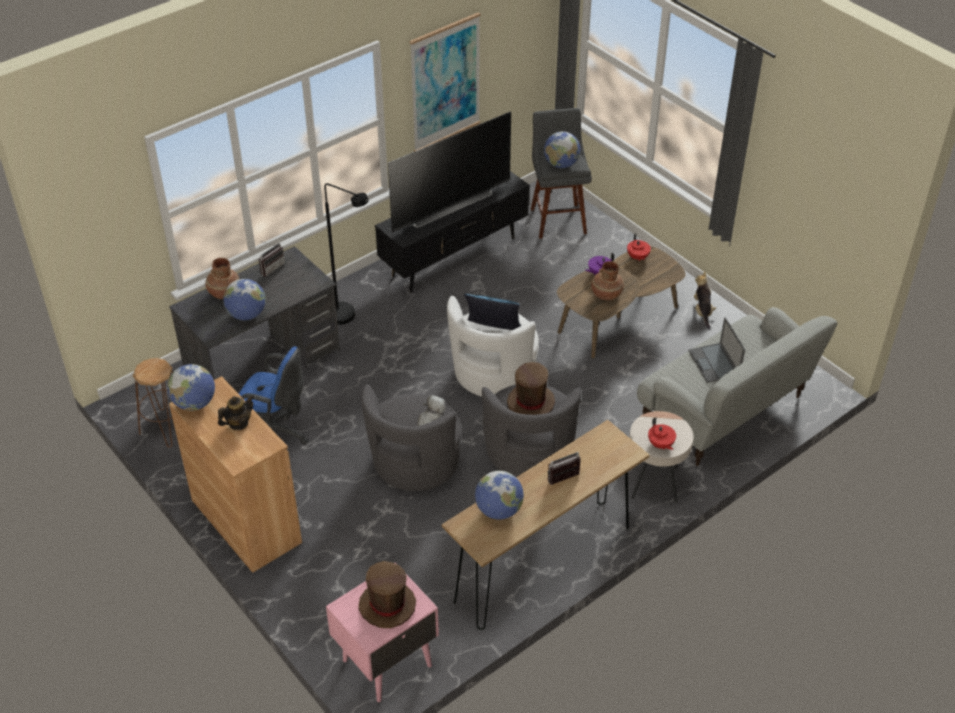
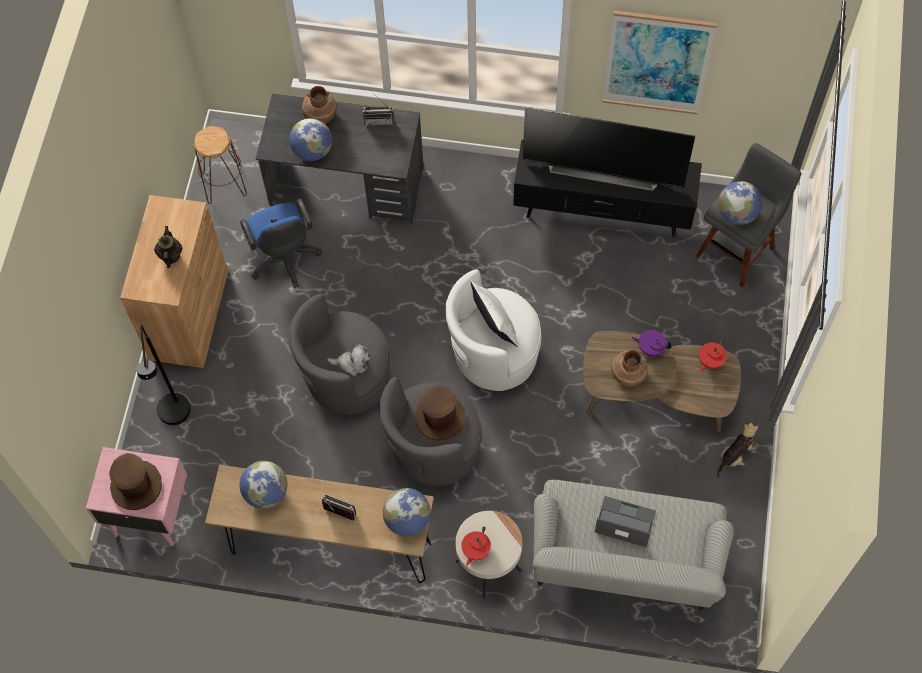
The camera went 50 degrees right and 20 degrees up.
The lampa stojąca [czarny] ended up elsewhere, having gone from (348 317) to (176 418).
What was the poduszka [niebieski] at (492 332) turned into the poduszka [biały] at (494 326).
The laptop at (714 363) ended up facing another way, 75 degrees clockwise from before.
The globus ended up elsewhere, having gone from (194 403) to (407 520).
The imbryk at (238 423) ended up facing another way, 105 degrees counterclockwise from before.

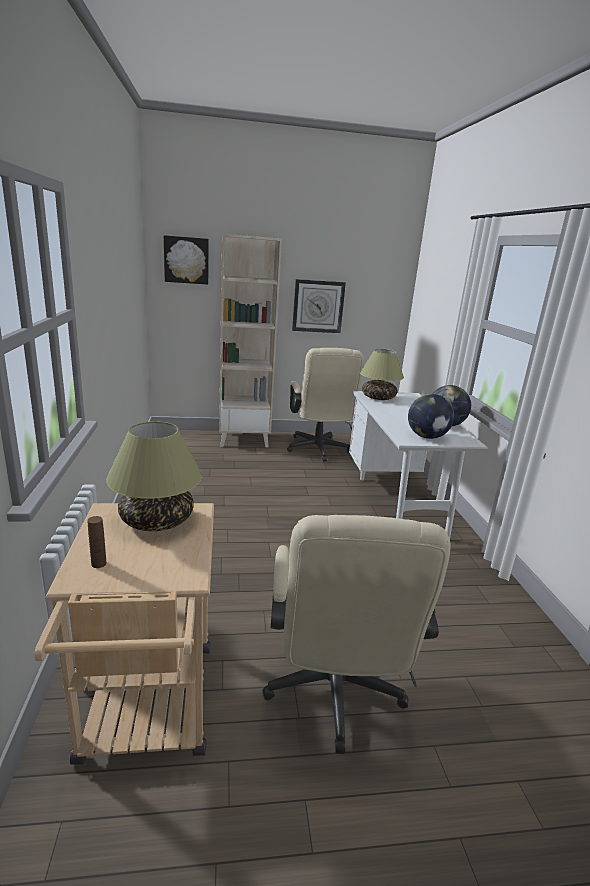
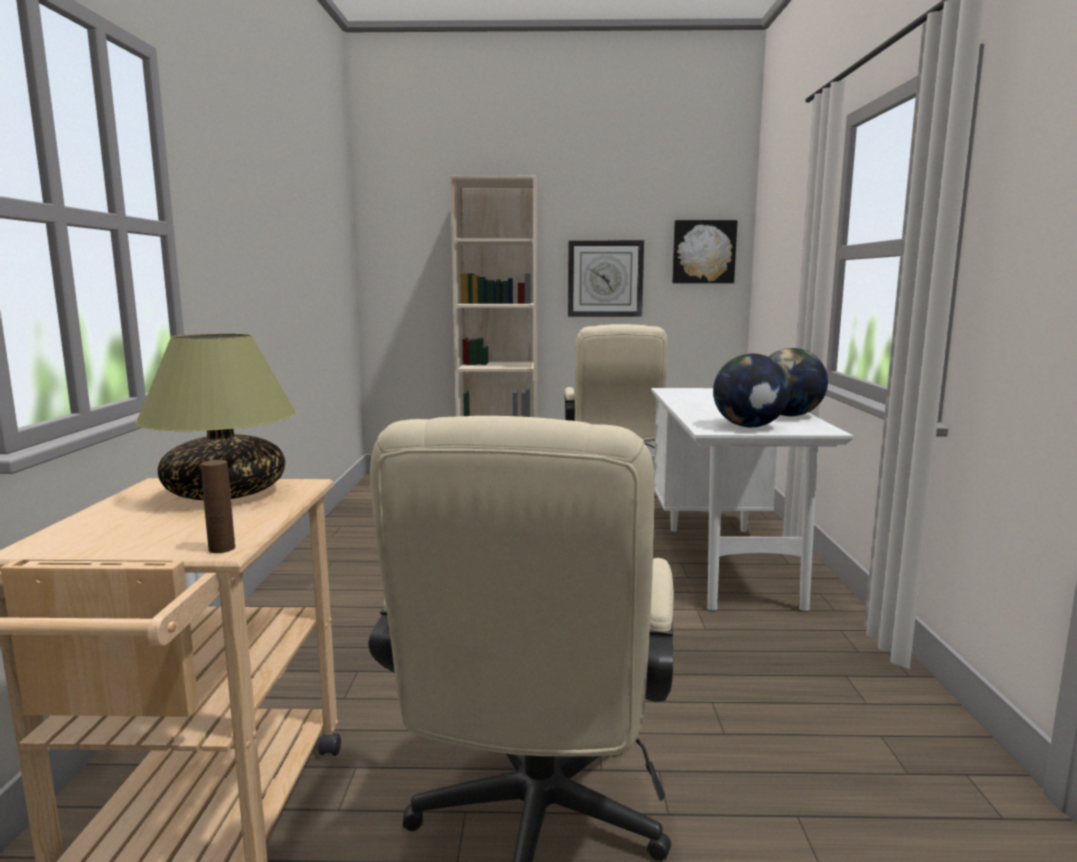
The camera went 10 degrees right and 10 degrees down.
The obraz ended up elsewhere, having gone from (186 260) to (703 252).
The second view lost the lampa stołowa at (378 398).
The butelka [brązowy] ended up elsewhere, having gone from (99 563) to (222 548).

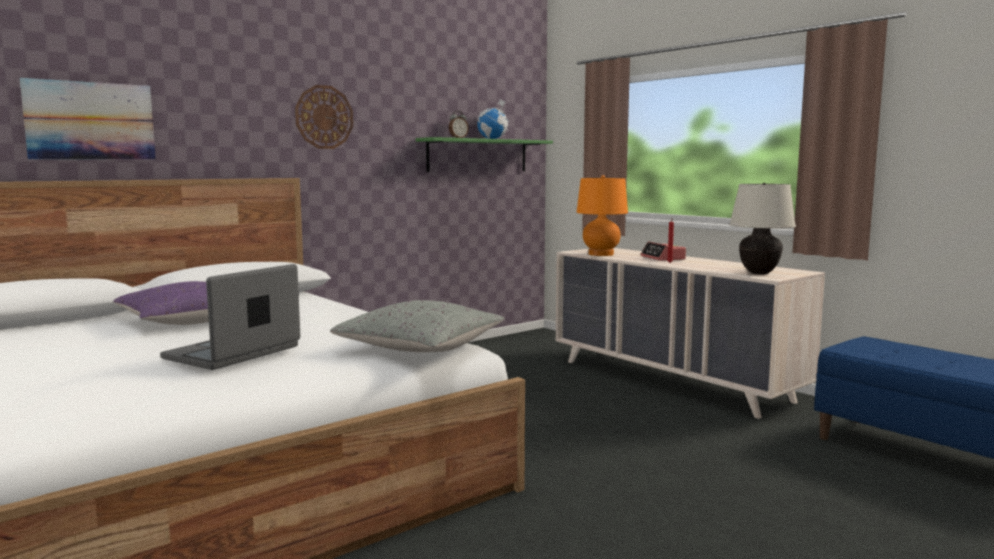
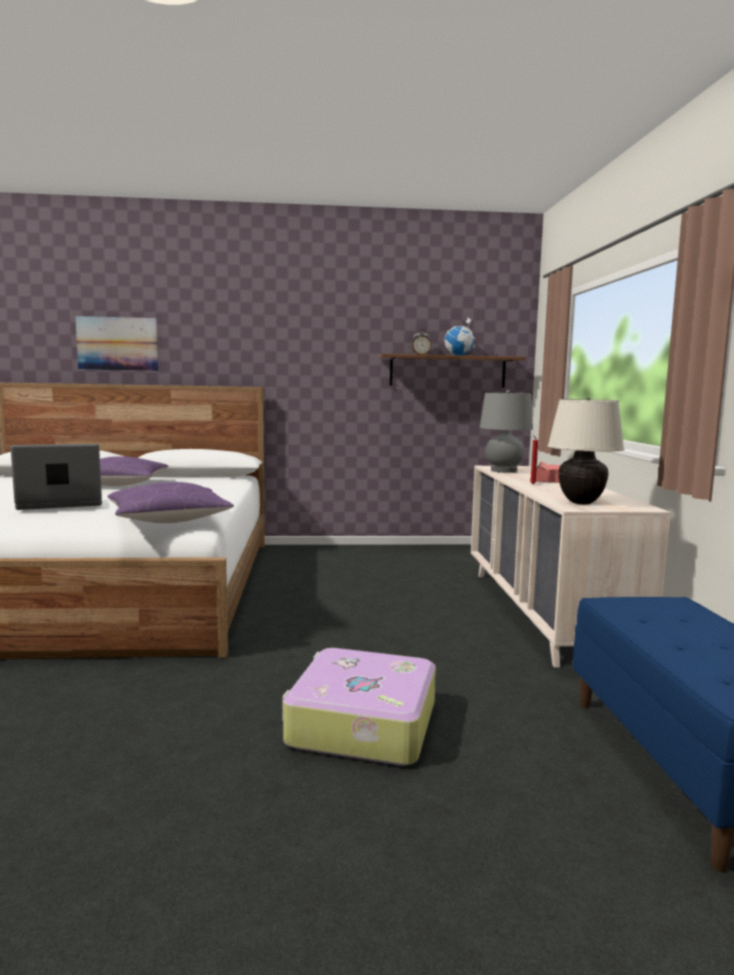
The camera went 35 degrees right and 0 degrees up.
The second view lost the zegar ścienny at (324 117).
What was the półka [zielony] at (478 155) turned into the półka [brązowy] at (447 371).
What was the lampa stołowa [pomarańczowy] at (601 254) turned into the lampa stołowa [szary] at (503 471).
What was the poduszka [szary] at (420 347) turned into the poduszka [fioletowy] at (169 519).
The second view gained the walizka at (360 724).

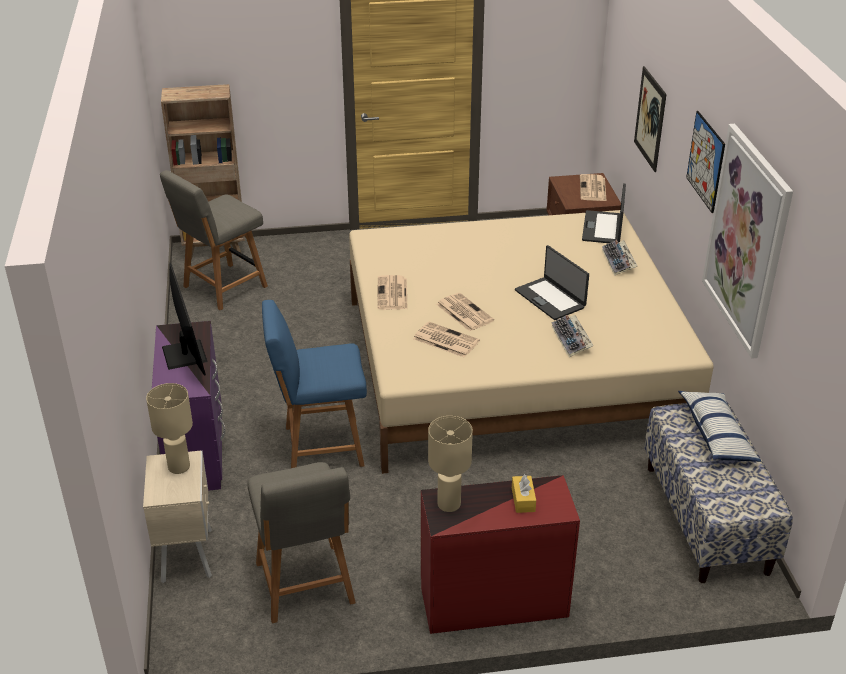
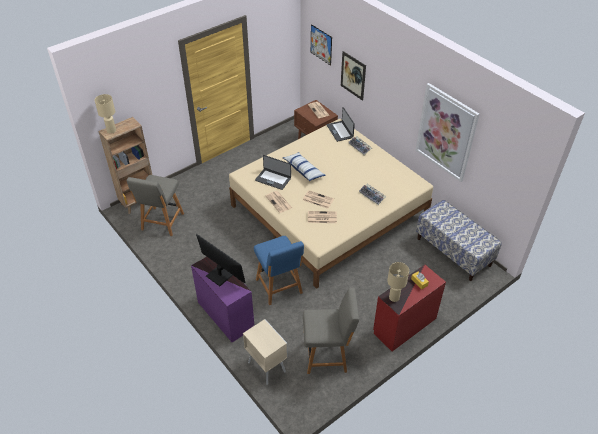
The camera went 30 degrees left and 10 degrees up.
The obraz ended up elsewhere, having gone from (705 161) to (321 44).
The laptop ended up elsewhere, having gone from (550 298) to (273 179).
The krzesło [niebieski] at (320 446) ended up facing another way, 75 degrees counterclockwise from before.
The lampa stołowa [beżowy] ended up elsewhere, having gone from (178 466) to (111 130).
The poduszka ended up elsewhere, having gone from (716 435) to (303 170).
The krzesło [szary] at (305 586) ended up facing another way, 45 degrees counterclockwise from before.

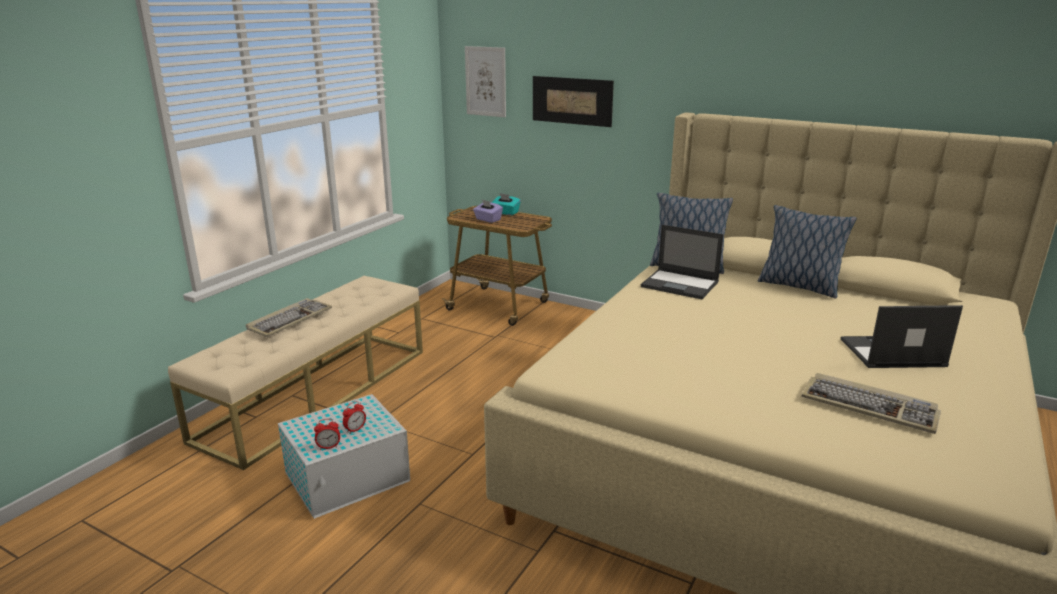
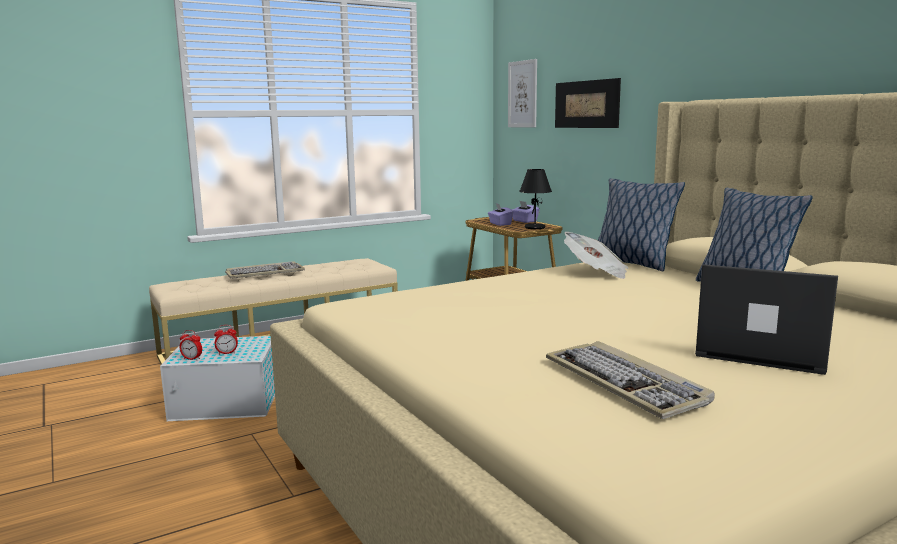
The camera went 30 degrees right and 10 degrees down.
What was the pudełko chusteczek [turkusowy] at (505 213) turned into the pudełko chusteczek [fioletowy] at (524 221).
Where the laptop stood at (680 284), the gazeta came to stand at (596 273).
The second view gained the lampa stołowa [czarny] at (534 227).

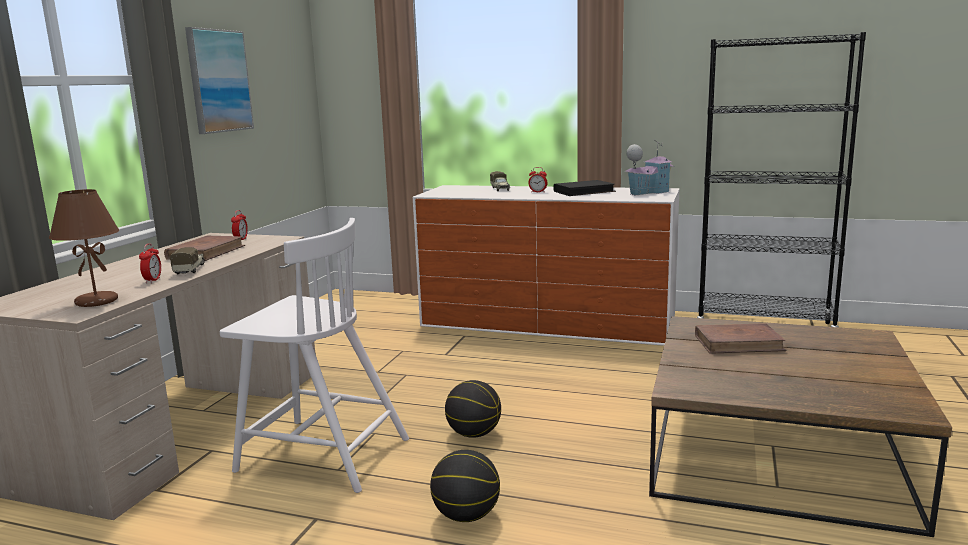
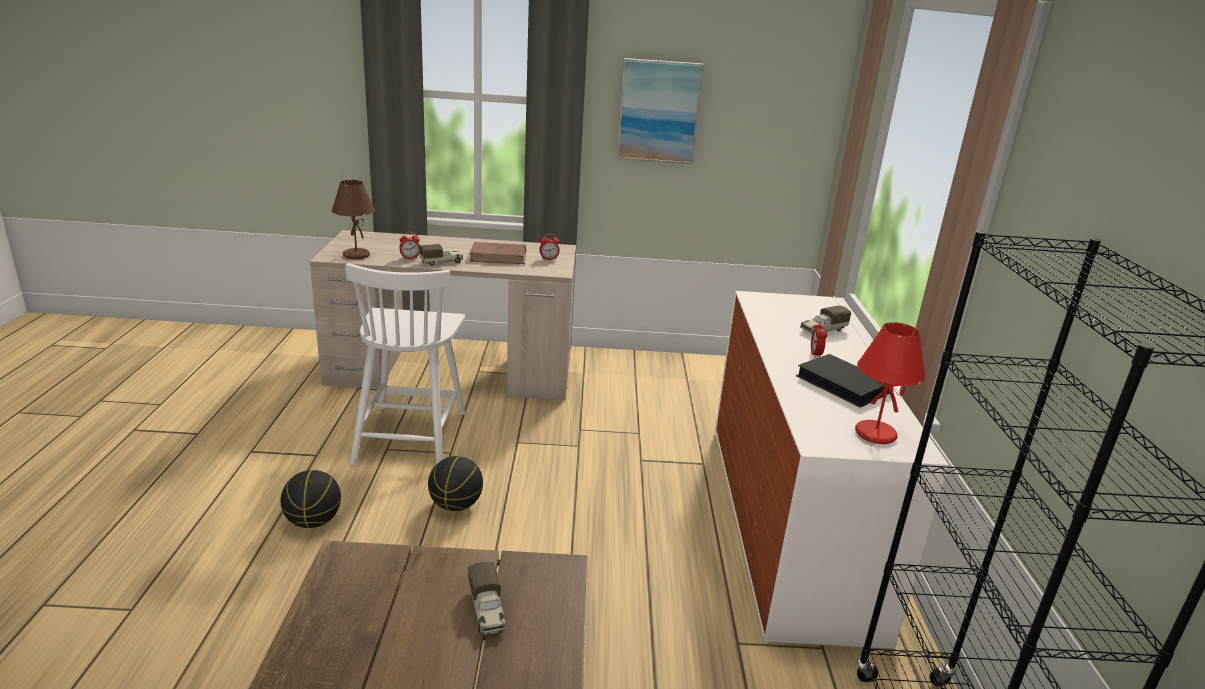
The camera went 70 degrees right and 10 degrees up.
Where the domek stood at (648 192), the lampa stołowa [czerwony] came to stand at (874 434).
Where the książka [brązowy] stood at (738 343), the ciężarówka zabawkowa came to stand at (487 611).

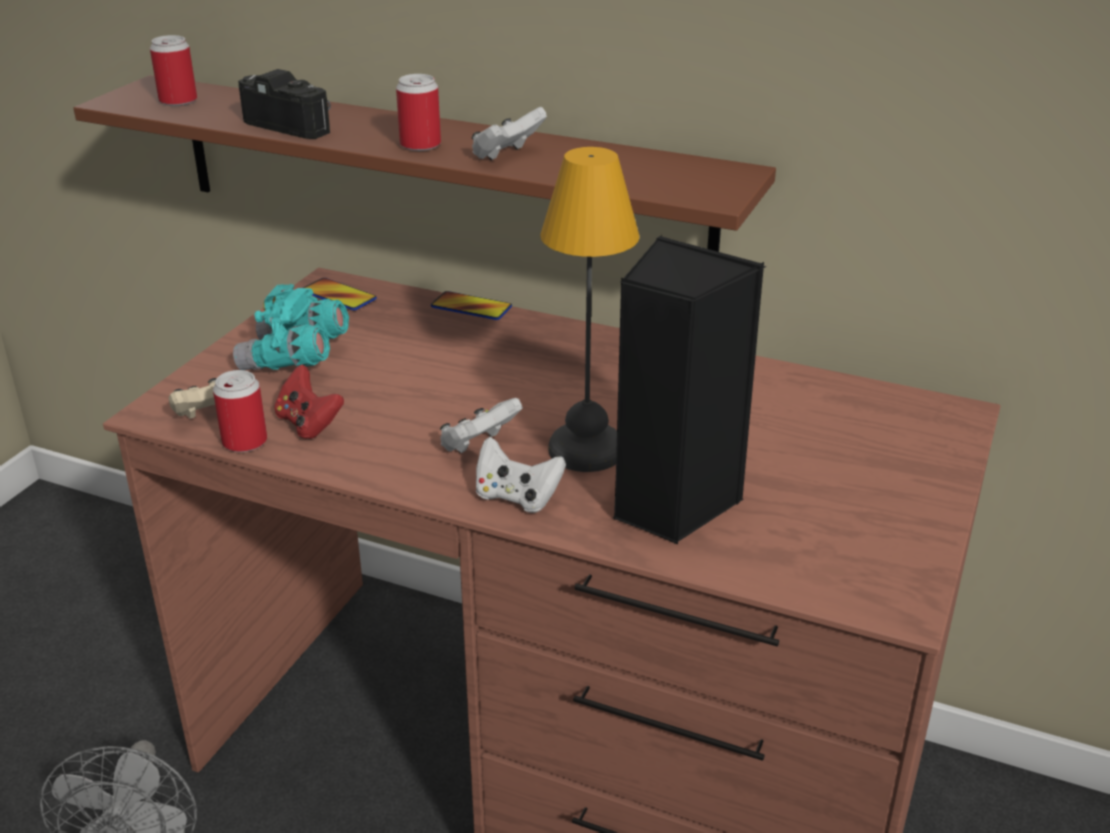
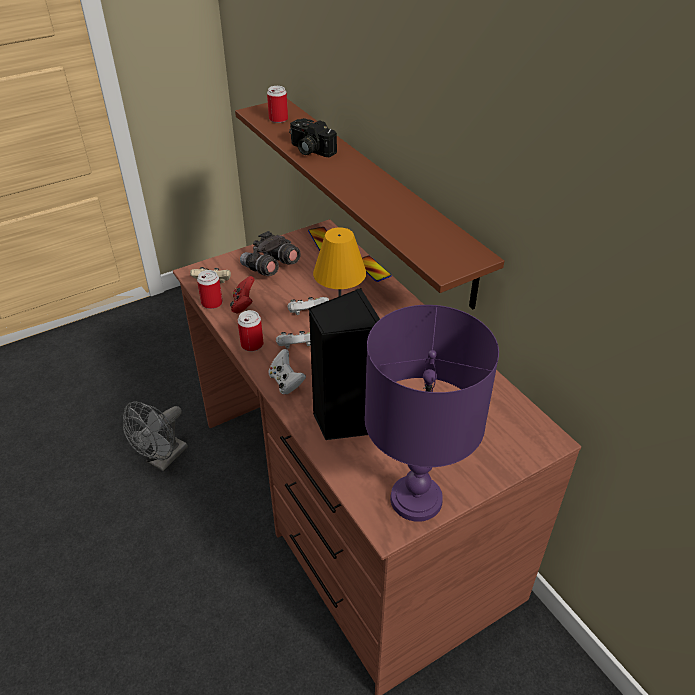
The camera went 35 degrees right and 10 degrees up.
The aparat fotograficzny at (294 123) ended up facing another way, 150 degrees clockwise from before.
The puszka ended up elsewhere, having gone from (420 145) to (252 344).
The pad do gier [biały] ended up elsewhere, having gone from (507 155) to (307 314).
What was the lornetka [turkusowy] at (295 360) turned into the lornetka [szary] at (270 268).
The second view gained the lampa stołowa [fioletowy] at (415 500).

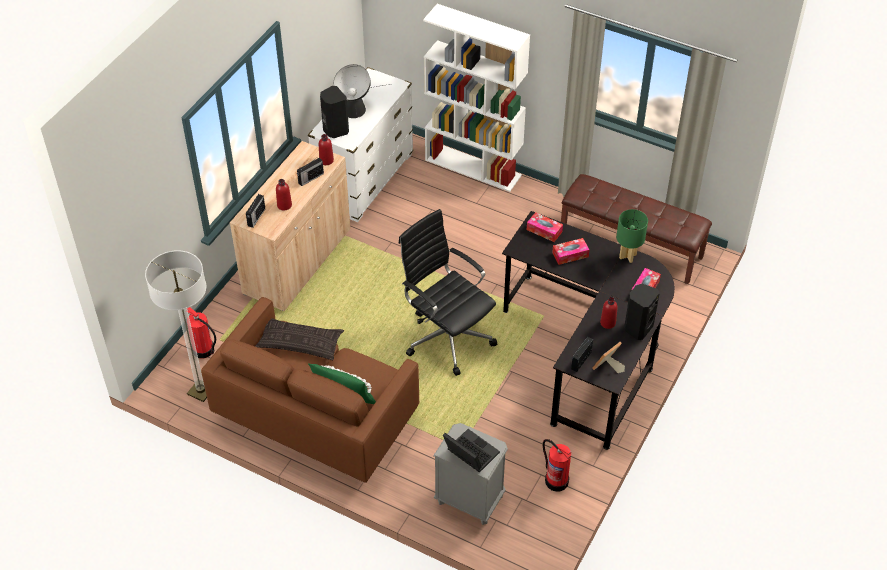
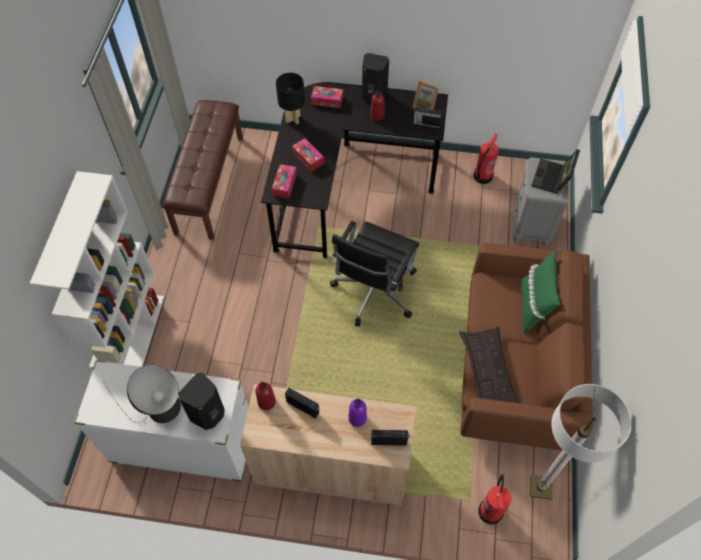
The camera went 110 degrees left and 10 degrees up.
What was the butelka [czerwony] at (284 205) turned into the butelka [fioletowy] at (357 418).
What was the lampa stołowa [zielony] at (628 256) turned into the lampa stołowa [czarny] at (292 118).

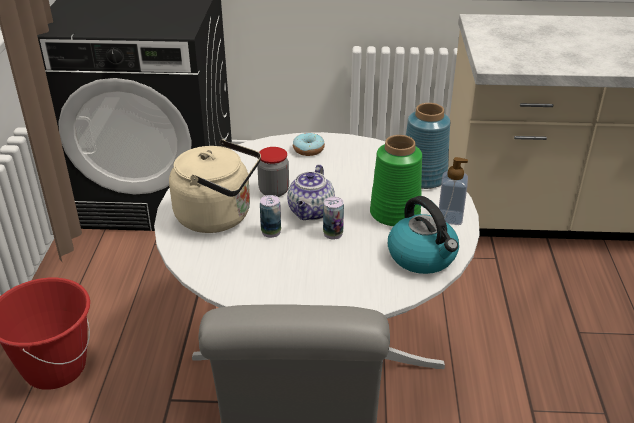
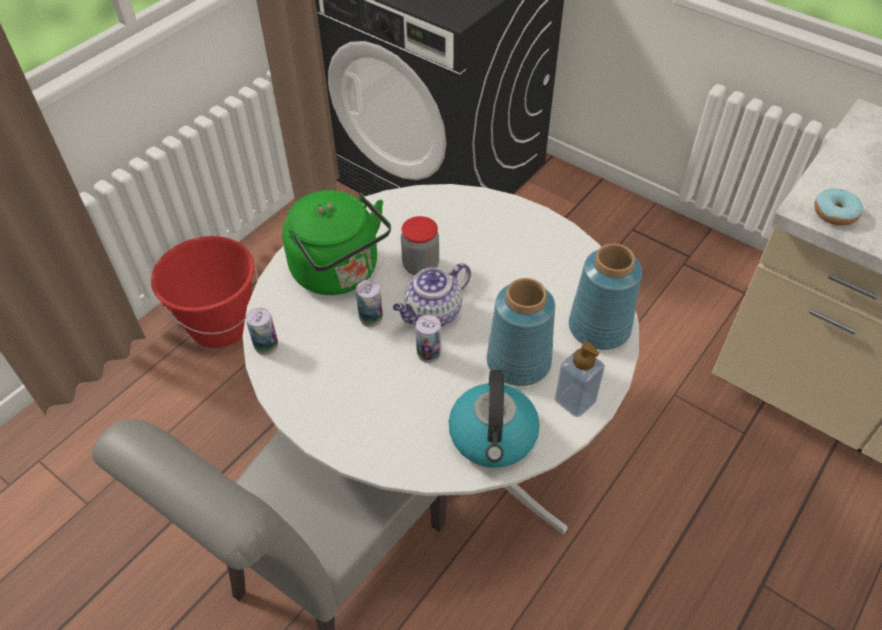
The camera went 35 degrees right and 15 degrees up.
The donut ended up elsewhere, having gone from (308 150) to (834 213).
What was the wazon [zielony] at (394 213) turned into the wazon [niebieski] at (517 361).
What was the czajnik [beżowy] at (218 217) turned into the czajnik [zielony] at (340 273).
The second view gained the puszka at (266 346).

